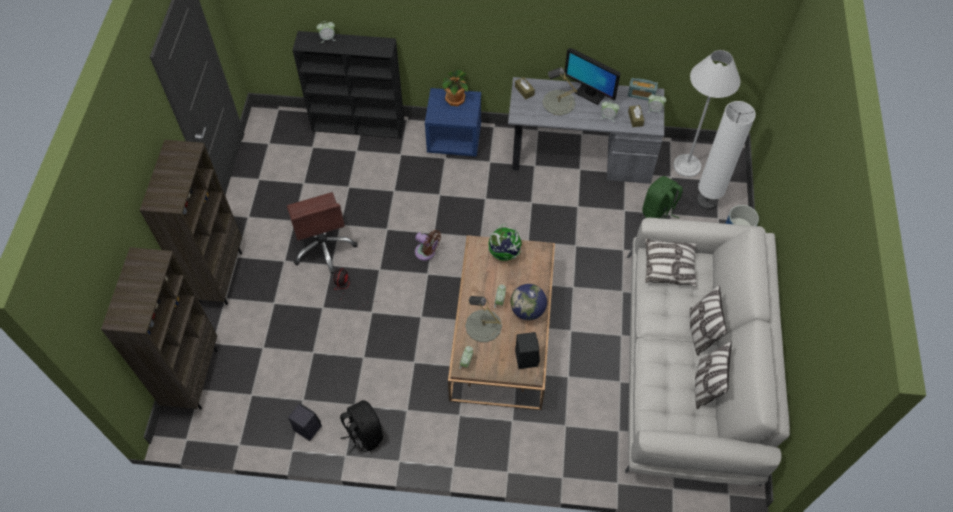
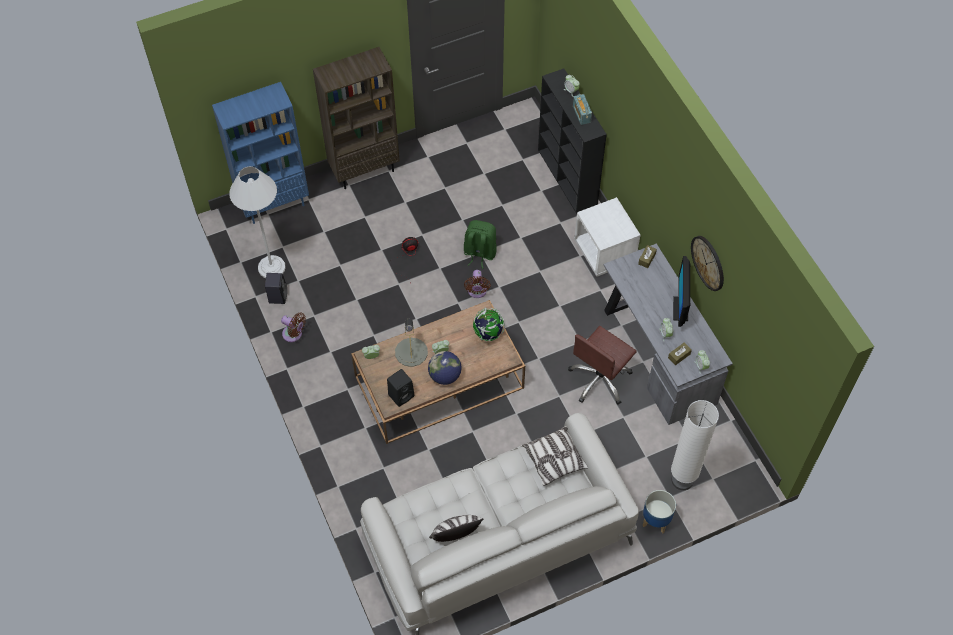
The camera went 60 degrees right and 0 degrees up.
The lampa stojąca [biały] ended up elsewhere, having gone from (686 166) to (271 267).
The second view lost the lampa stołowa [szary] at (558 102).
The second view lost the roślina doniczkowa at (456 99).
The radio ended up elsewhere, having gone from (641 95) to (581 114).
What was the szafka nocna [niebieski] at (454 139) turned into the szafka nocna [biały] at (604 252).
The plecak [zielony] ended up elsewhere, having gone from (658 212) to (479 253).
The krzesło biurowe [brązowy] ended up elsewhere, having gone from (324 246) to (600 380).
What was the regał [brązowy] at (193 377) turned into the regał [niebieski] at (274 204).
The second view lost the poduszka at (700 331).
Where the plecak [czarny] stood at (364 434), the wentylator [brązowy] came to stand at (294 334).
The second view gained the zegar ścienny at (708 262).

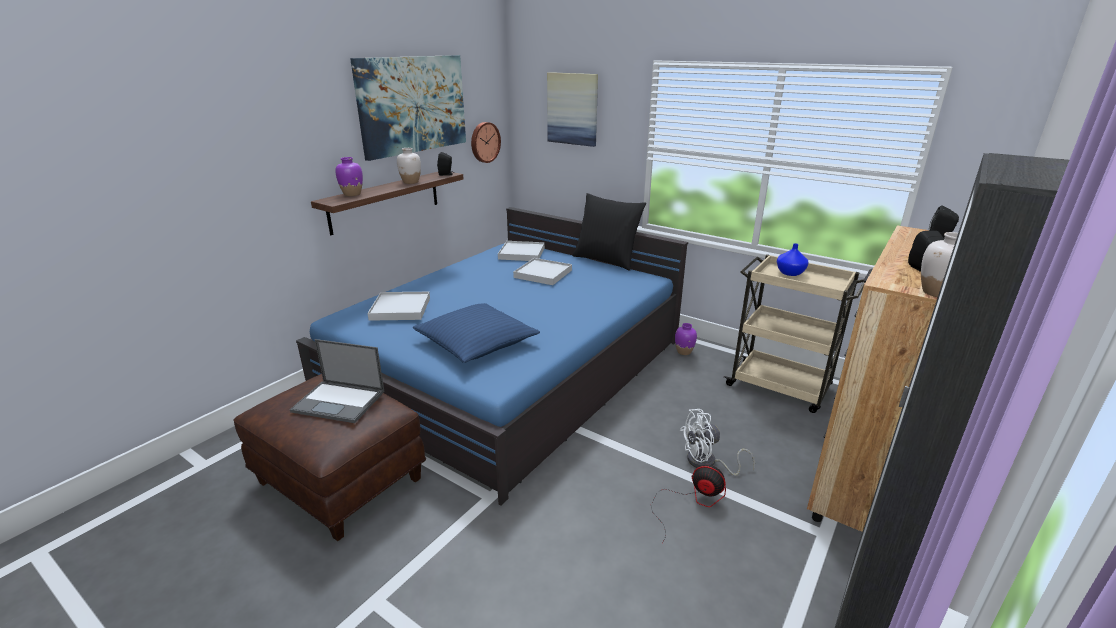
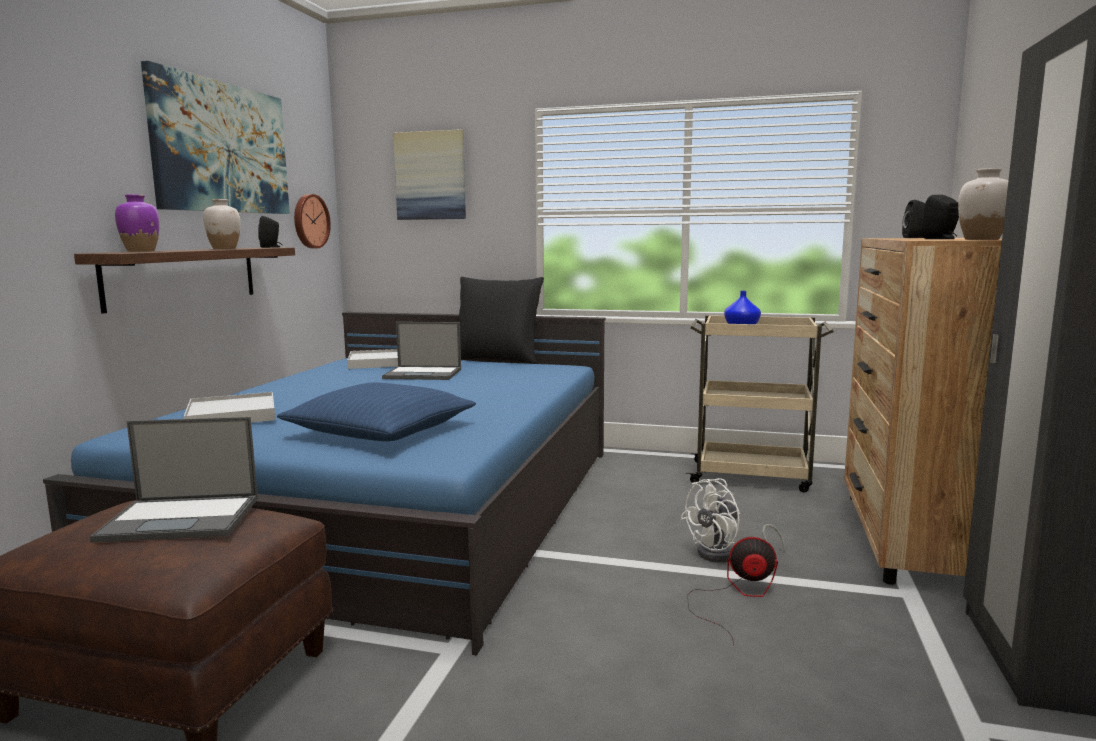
The camera went 20 degrees left and 15 degrees down.
Where the taca [biały] stood at (543 274), the laptop came to stand at (424 374).
The second view lost the wazon [fioletowy] at (684 352).

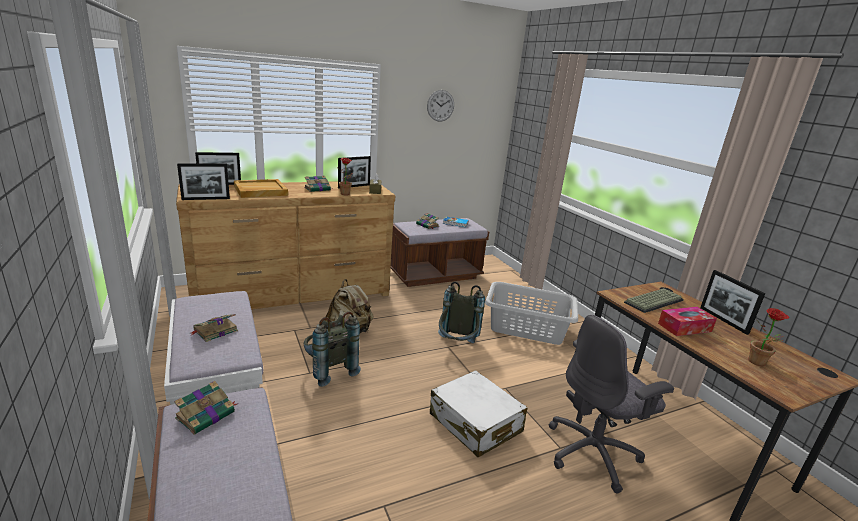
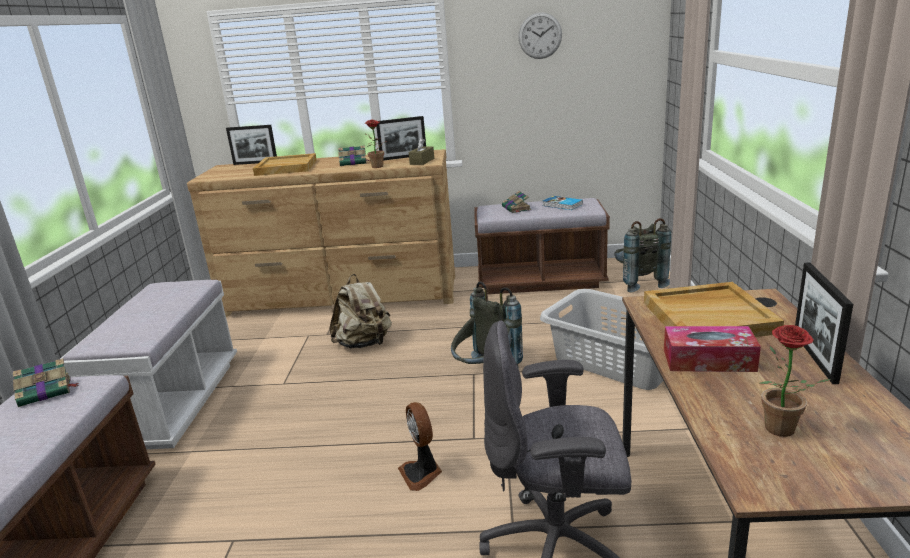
The camera went 30 degrees right and 0 degrees up.
The second view lost the ramka na zdjęcie at (206 199).
Where the klawiatura stood at (653 301), the taca [beżowy] came to stand at (709 316).
The plecak [szary] ended up elsewhere, having gone from (328 370) to (638 282).
The second view lost the książka at (214 331).
Where the walizka [biały] stood at (475 423), the wentylator came to stand at (421 473).

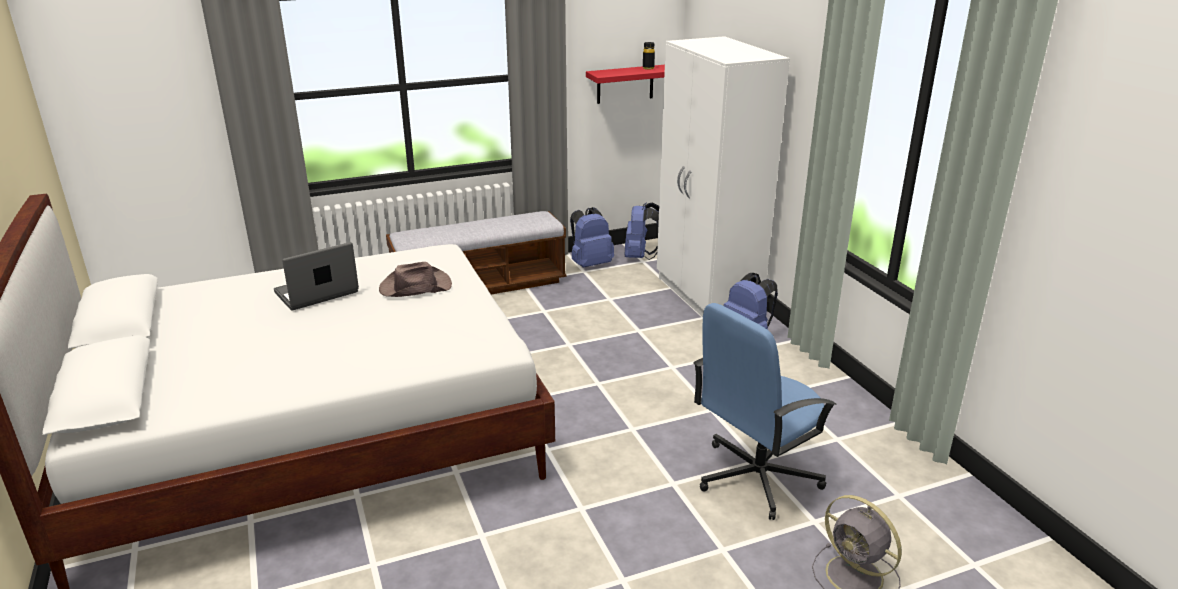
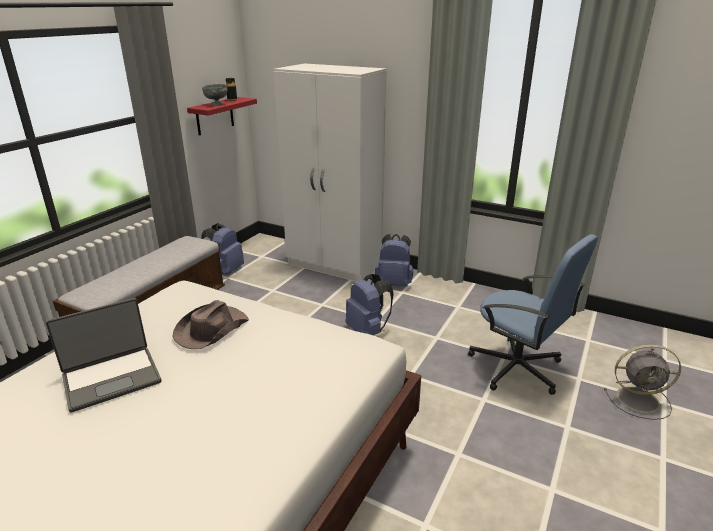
The camera went 40 degrees left and 0 degrees up.
The plecak [niebieski] ended up elsewhere, having gone from (640 257) to (368 331).
The laptop at (317 293) ended up facing another way, 135 degrees counterclockwise from before.
The krzesło biurowe [niebieski] at (756 477) ended up facing another way, 60 degrees counterclockwise from before.
The second view gained the miska [szary] at (216 104).

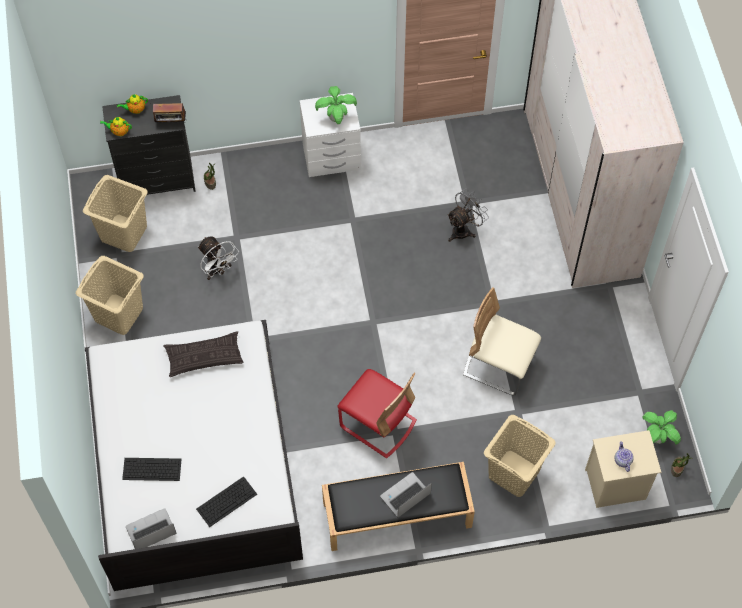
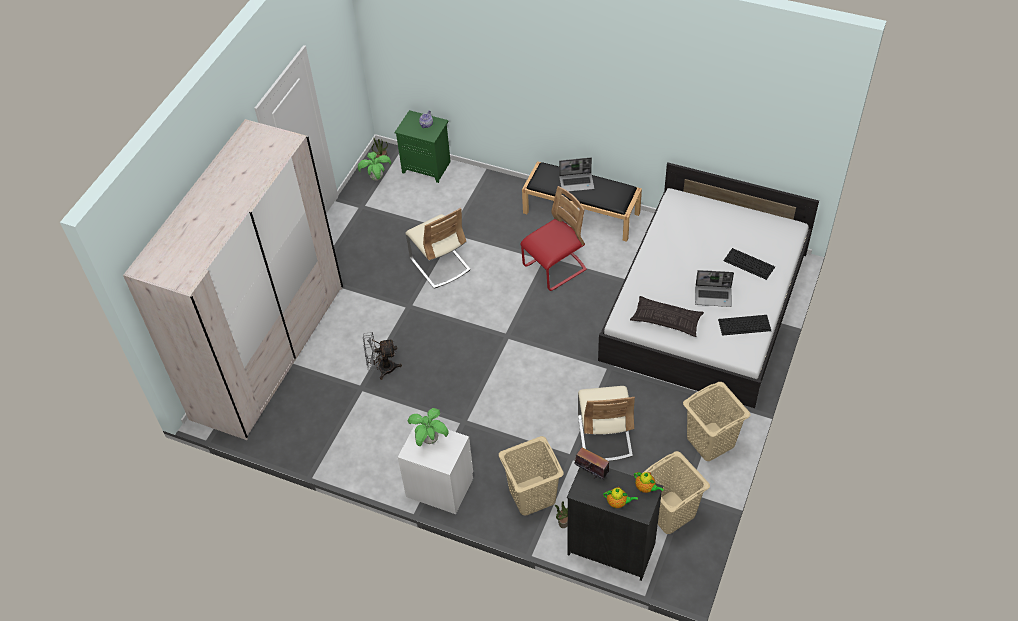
The camera went 145 degrees left and 10 degrees down.
Where the wentylator [biały] stood at (218 270), the krzesło [beżowy] came to stand at (604 436).
The krzesło [czerwony] at (378 424) ended up facing another way, 75 degrees clockwise from before.
The kosz na pranie [beżowy] ended up elsewhere, having gone from (514 473) to (531 495).
What was the szafka nocna [beżowy] at (615 485) turned into the szafka nocna [zielony] at (427 167).
The klawiatura ended up elsewhere, having gone from (227 501) to (744 325).
The laptop ended up elsewhere, having gone from (150 531) to (713 296).

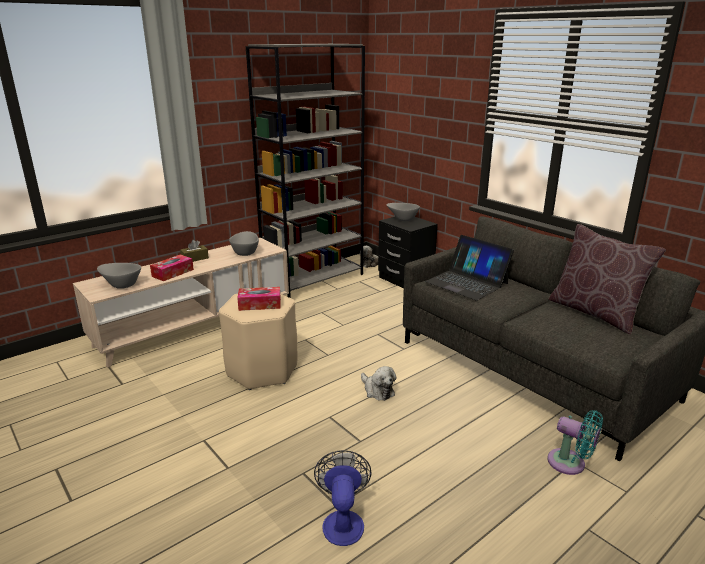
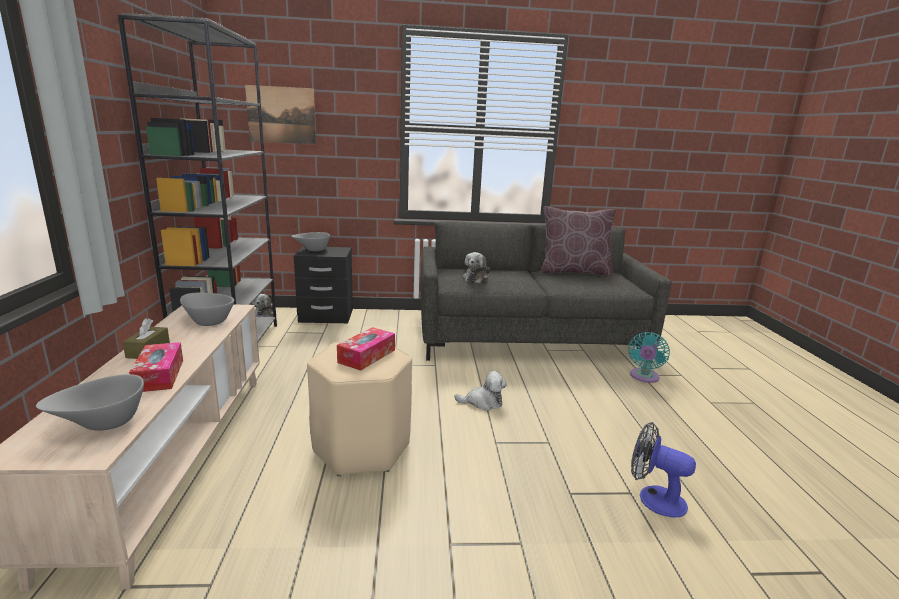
The camera went 55 degrees left and 5 degrees down.
Where the laptop stood at (467 282), the pluszak came to stand at (476 278).
The wentylator [turkusowy] at (570 464) ended up facing another way, 135 degrees clockwise from before.
The second view gained the obraz at (281 115).

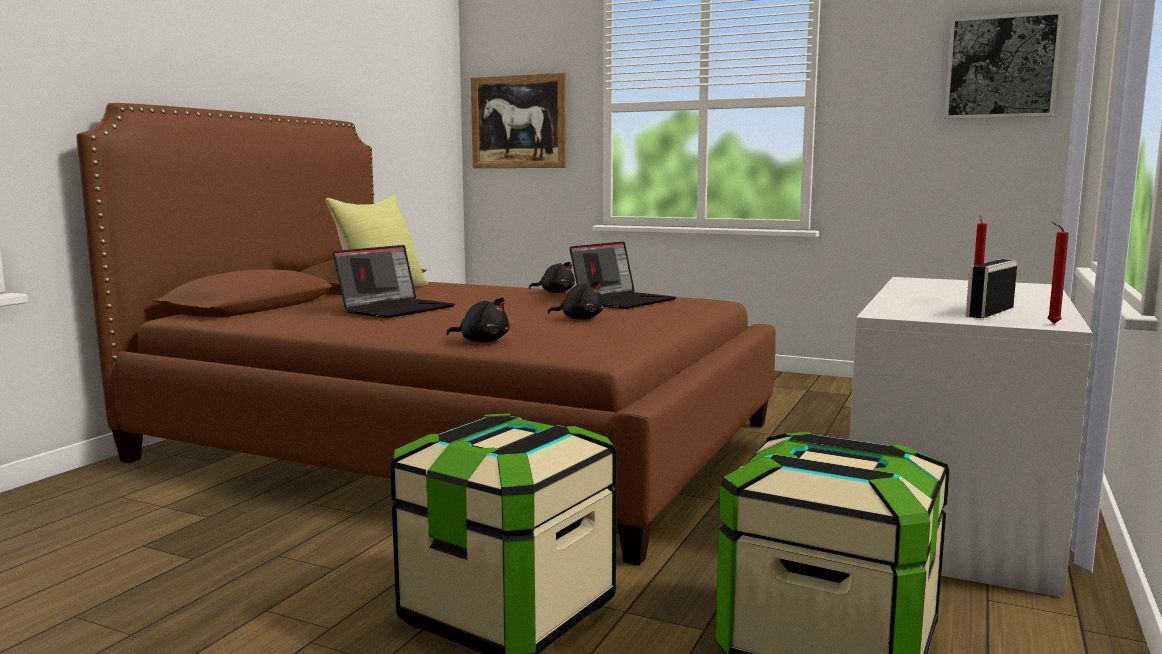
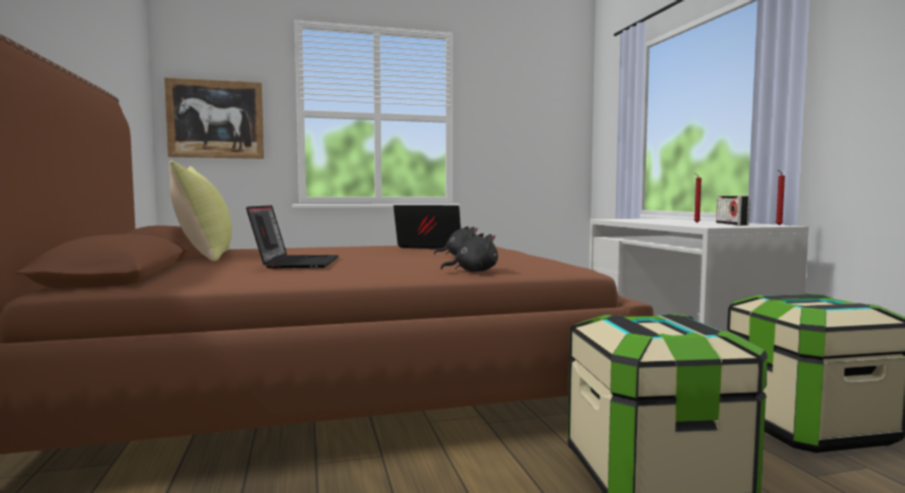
The camera went 40 degrees left and 5 degrees down.
The second view lost the obraz at (1001 66).
The laptop at (623 301) ended up facing another way, 75 degrees counterclockwise from before.
The second view lost the pluszak [czarny] at (555 292).

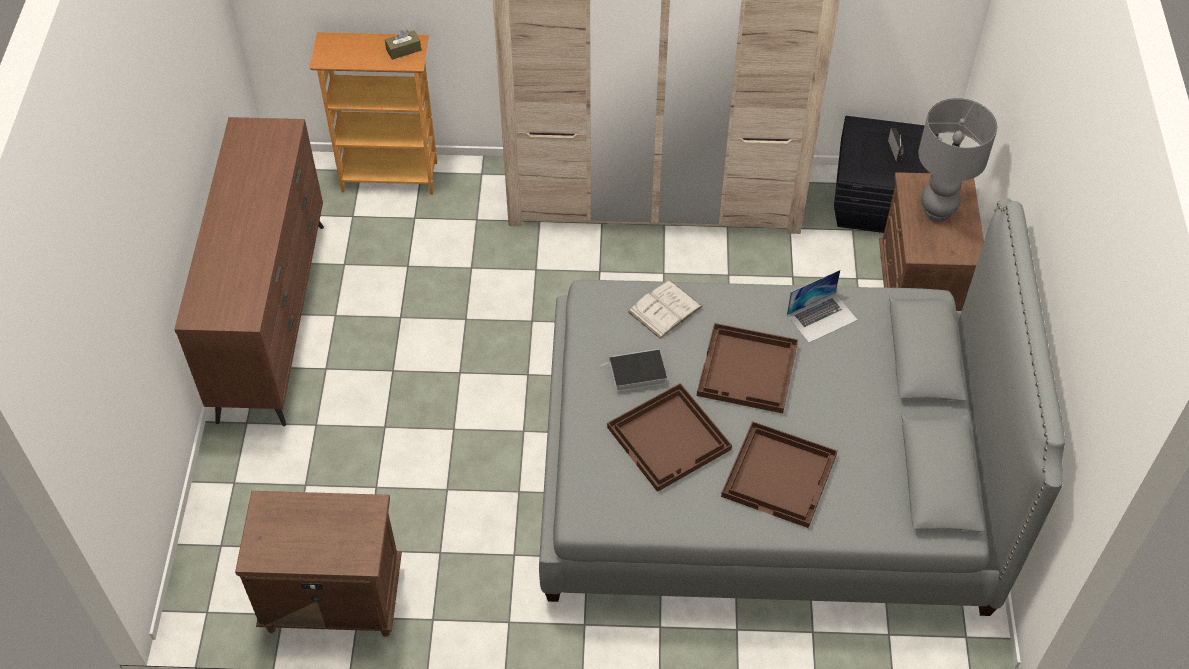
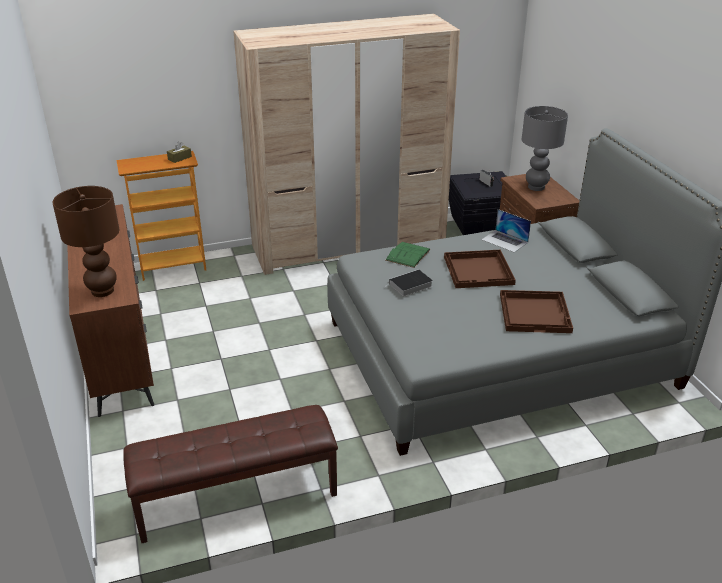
The camera went 20 degrees left and 20 degrees down.
The laptop at (822 317) ended up facing another way, 90 degrees clockwise from before.
What was the książka [biały] at (665 309) turned into the książka [zielony] at (408 255).
The second view lost the taca [brązowy] at (670 438).
Where the szafka nocna [brązowy] stood at (332 600), the ławka [brązowy] came to stand at (236 498).
The second view gained the lampa stołowa [brązowy] at (102 291).

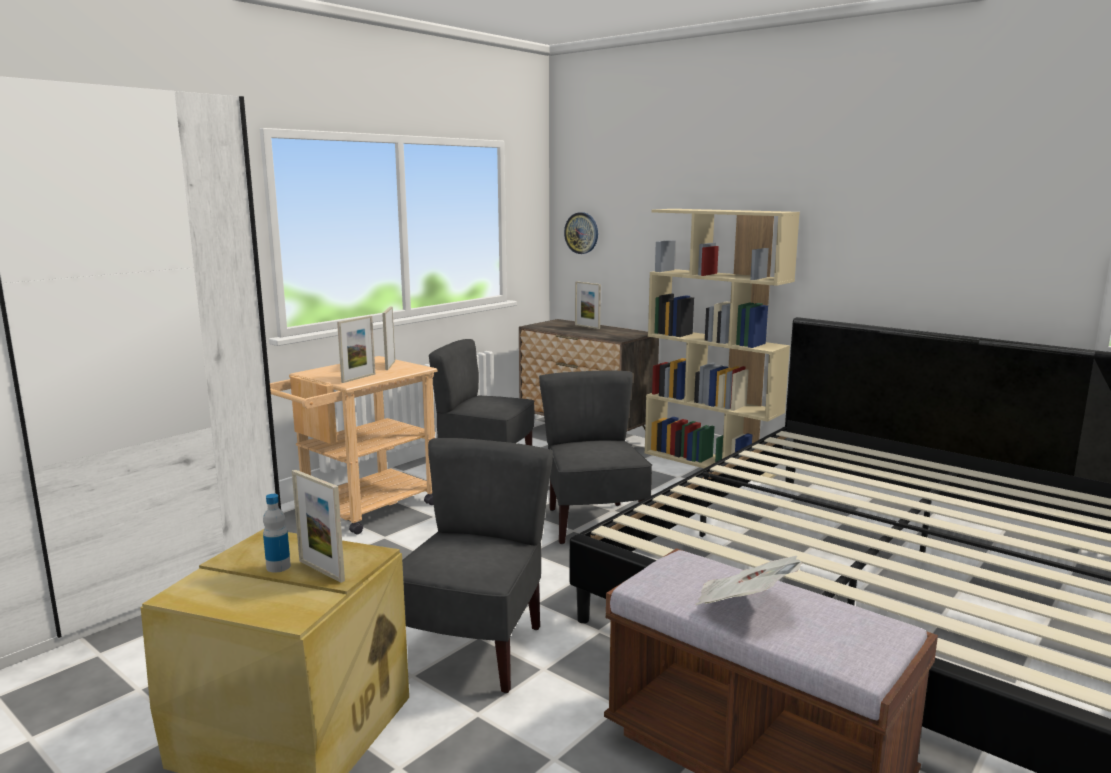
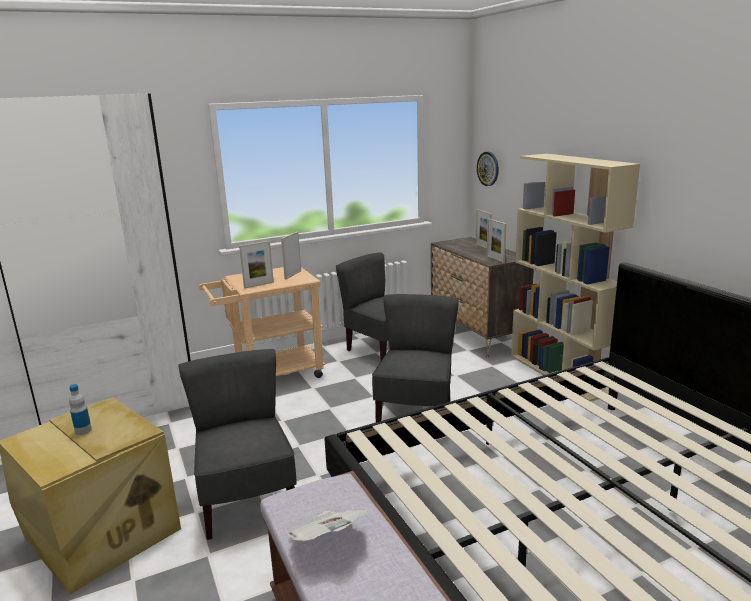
The camera went 25 degrees right and 5 degrees up.
The krzesło [szary] at (473 649) ended up facing another way, 60 degrees counterclockwise from before.
The ramka na zdjęcie ended up elsewhere, having gone from (321 570) to (495 259).

